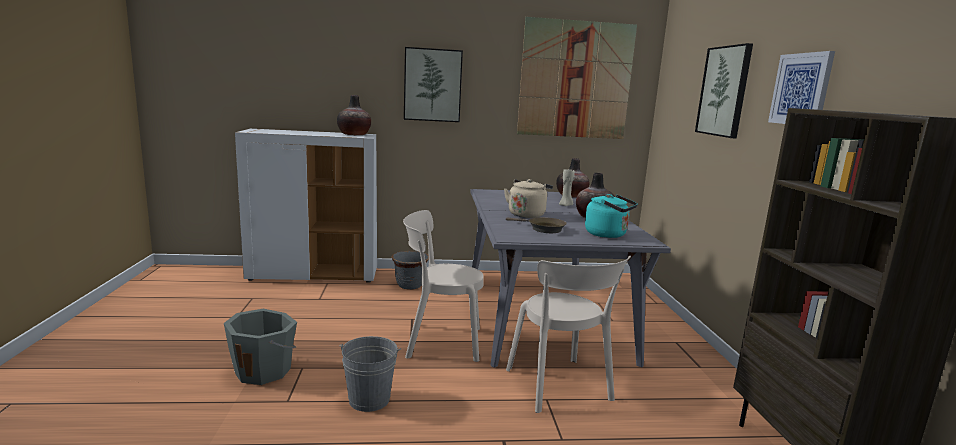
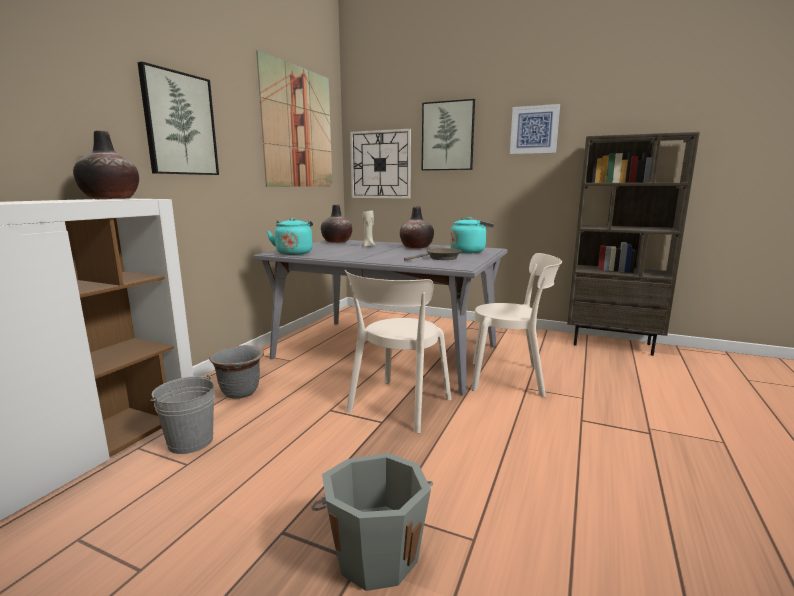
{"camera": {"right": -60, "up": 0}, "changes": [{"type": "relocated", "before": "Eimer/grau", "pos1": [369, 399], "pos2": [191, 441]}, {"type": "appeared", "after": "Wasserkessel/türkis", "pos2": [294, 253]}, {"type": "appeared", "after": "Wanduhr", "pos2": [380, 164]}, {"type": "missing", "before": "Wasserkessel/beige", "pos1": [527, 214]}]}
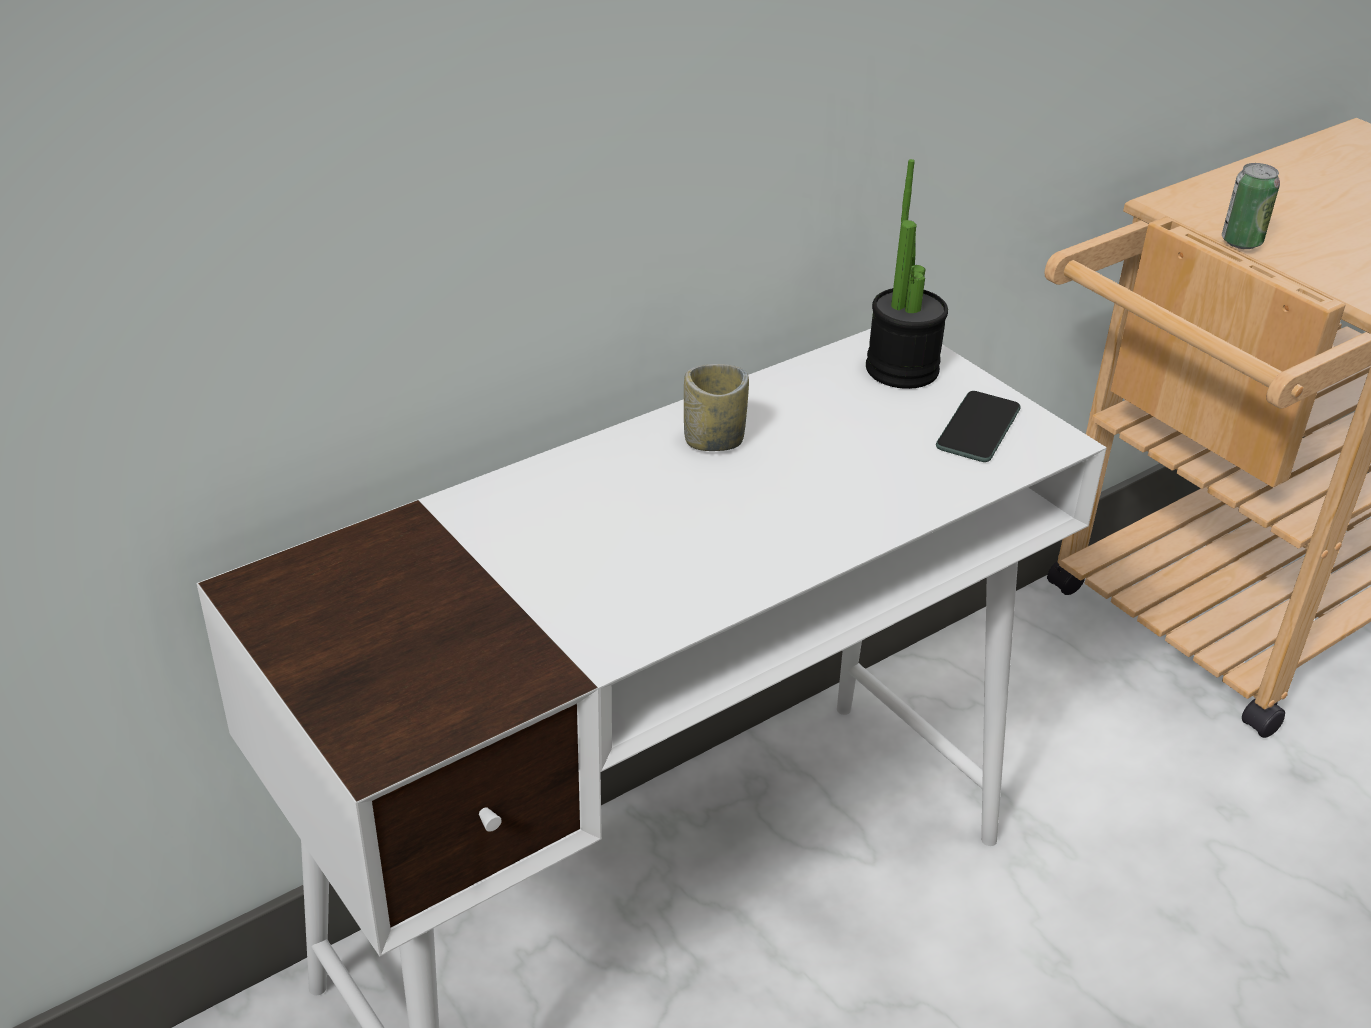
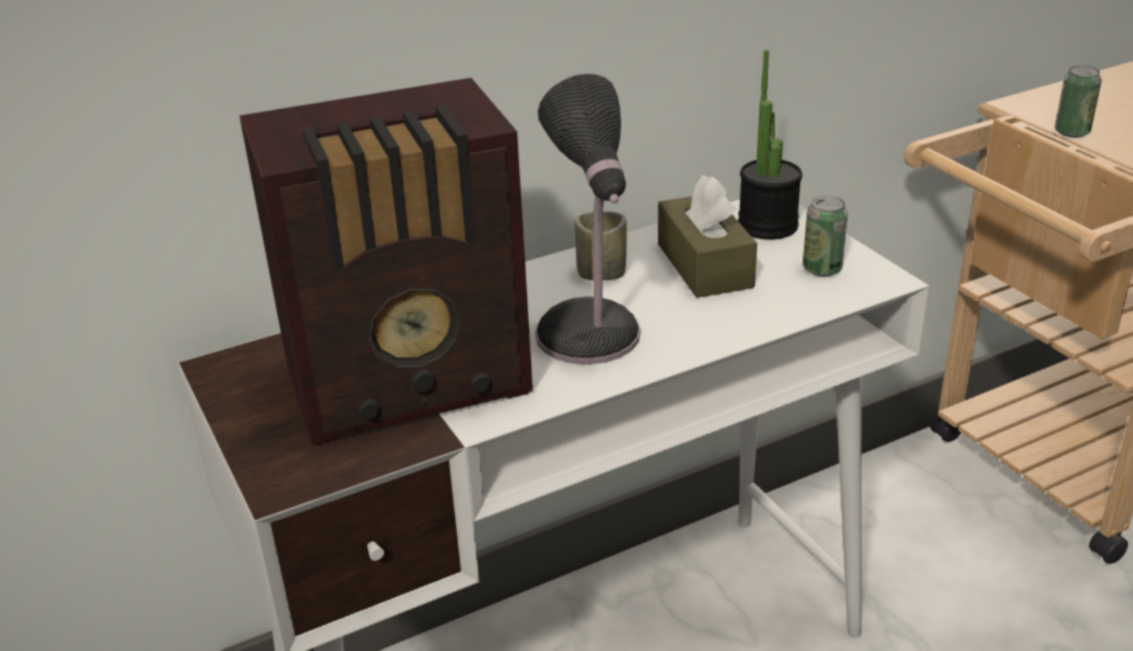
{"camera": {"right": 10, "up": -5}, "changes": [{"type": "appeared", "after": "Radio", "pos2": [414, 383]}, {"type": "appeared", "after": "Tischlampe", "pos2": [589, 339]}, {"type": "appeared", "after": "Taschentuchbox/braun", "pos2": [704, 265]}, {"type": "exchanged", "before": "Handy", "after": "Dose", "pos1": [978, 428], "pos2": [822, 269]}]}
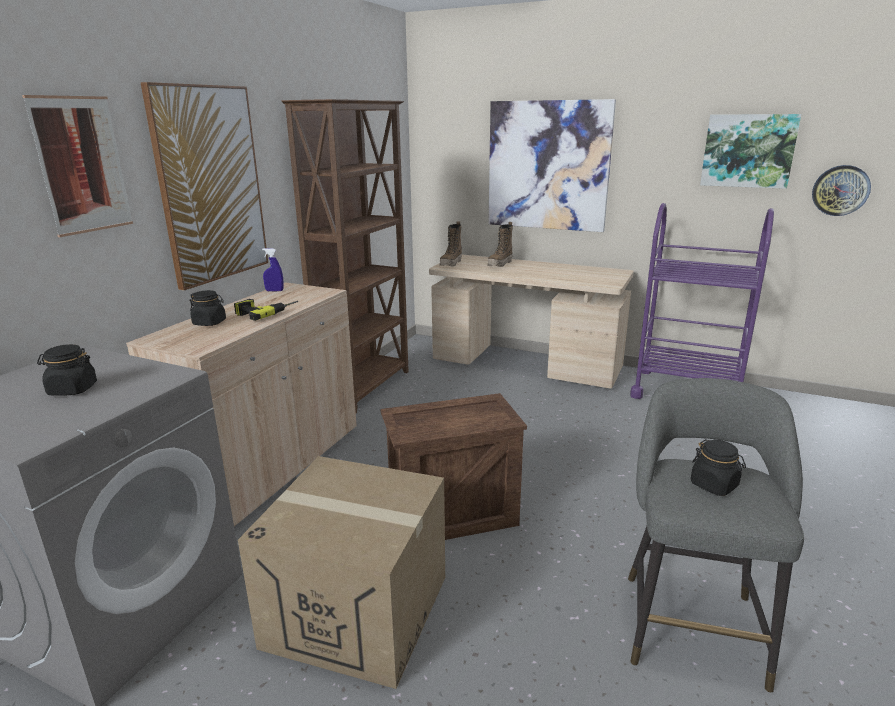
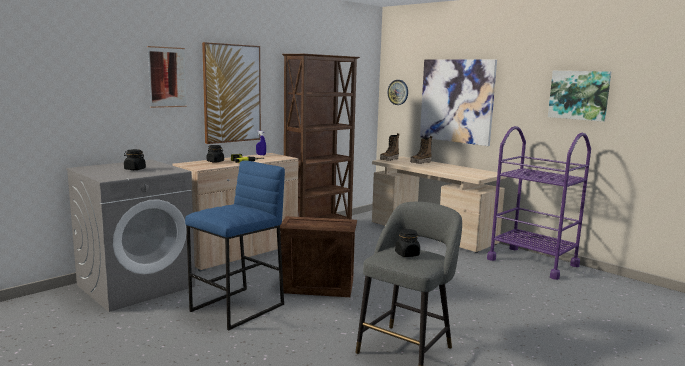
{"camera": {"right": 20, "up": -10}, "changes": [{"type": "exchanged", "before": "Karton", "after": "Hocker/blau", "pos1": [358, 610], "pos2": [238, 308]}, {"type": "relocated", "before": "Wanduhr", "pos1": [840, 190], "pos2": [398, 92]}]}
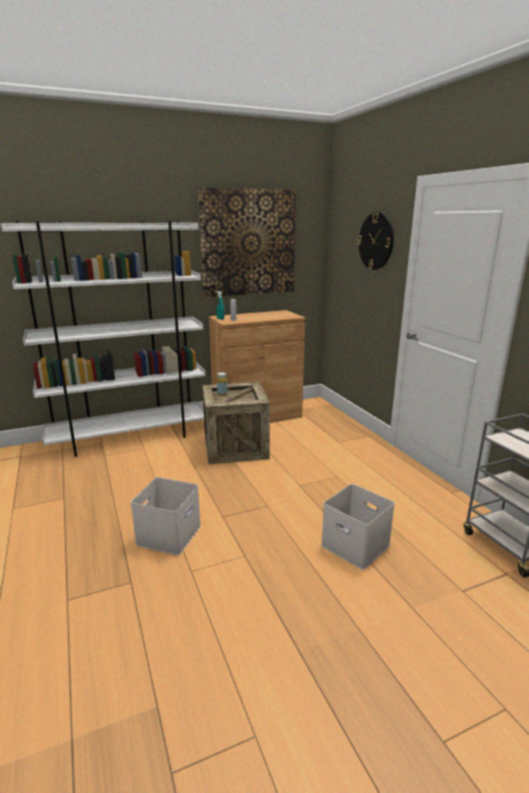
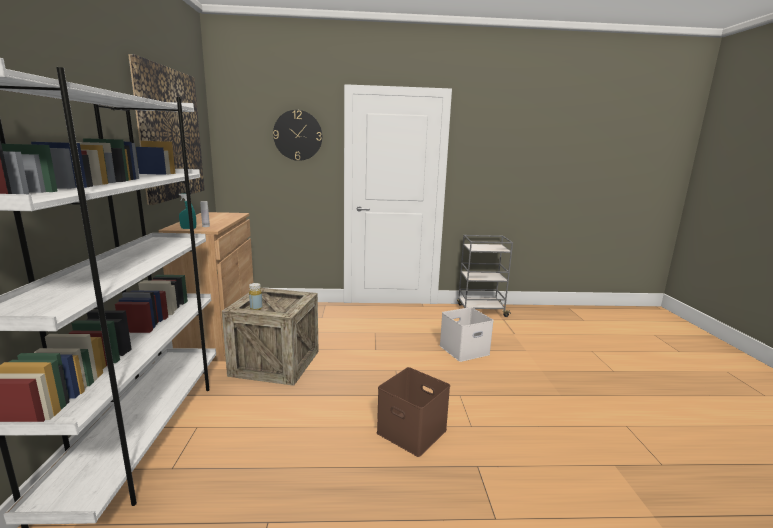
{"camera": {"right": -70, "up": -5}, "changes": [{"type": "colour", "before": "Aufbewahrungsbox/weiß", "after": "Aufbewahrungsbox/braun", "pos1": [168, 534], "pos2": [410, 431]}]}
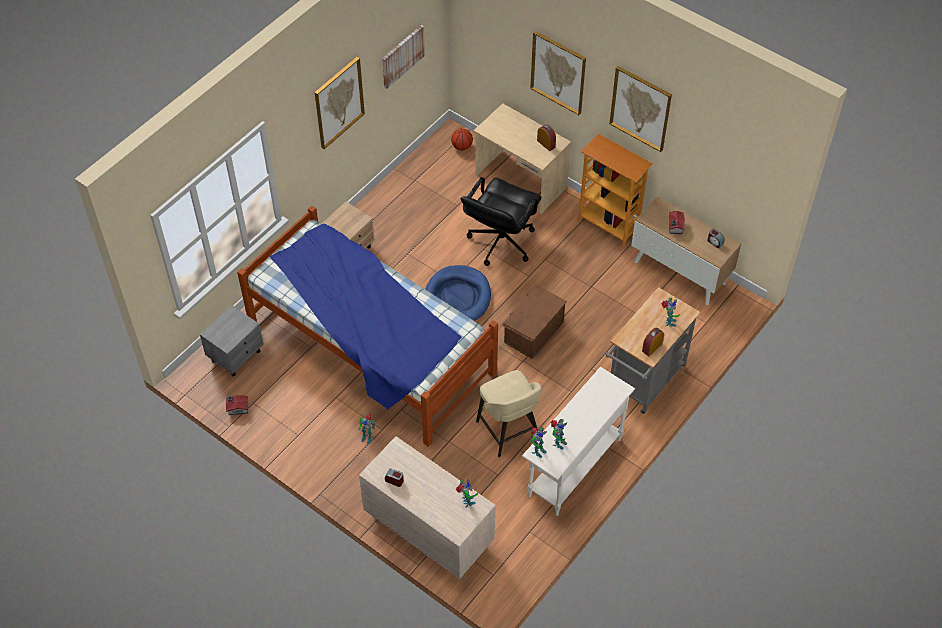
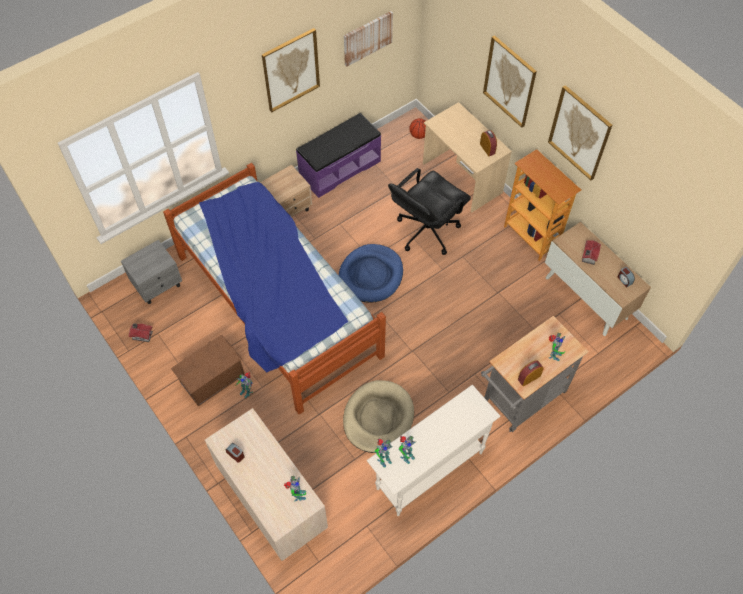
{"camera": {"right": 15, "up": 5}, "changes": [{"type": "relocated", "before": "Aufbewahrungsbox/braun", "pos1": [533, 332], "pos2": [211, 378]}, {"type": "appeared", "after": "Bank/lila", "pos2": [339, 168]}, {"type": "exchanged", "before": "Hocker/beige", "after": "Hundebett/beige", "pos1": [509, 431], "pos2": [378, 418]}]}
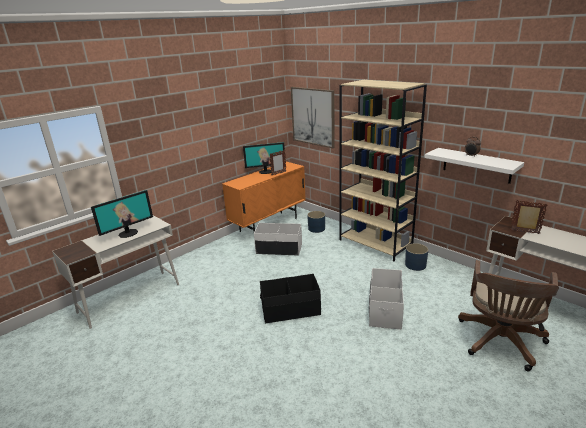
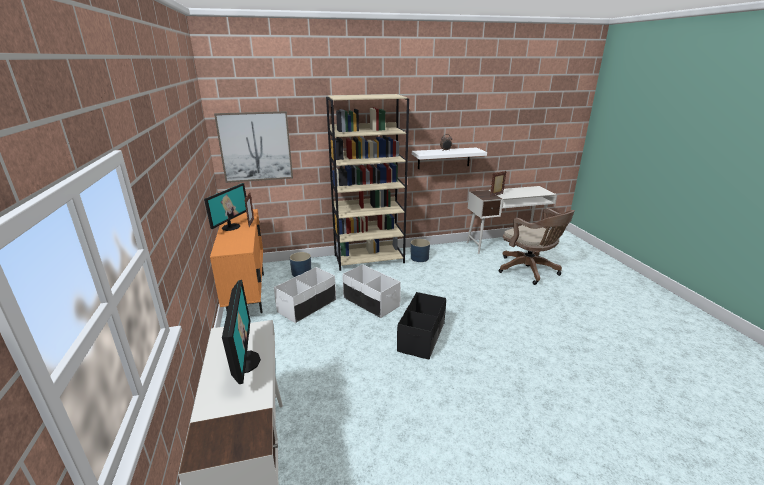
{"camera": {"right": -60, "up": 0}, "changes": [{"type": "relocated", "before": "Aufbewahrungsbox/weiß", "pos1": [385, 309], "pos2": [371, 302]}]}
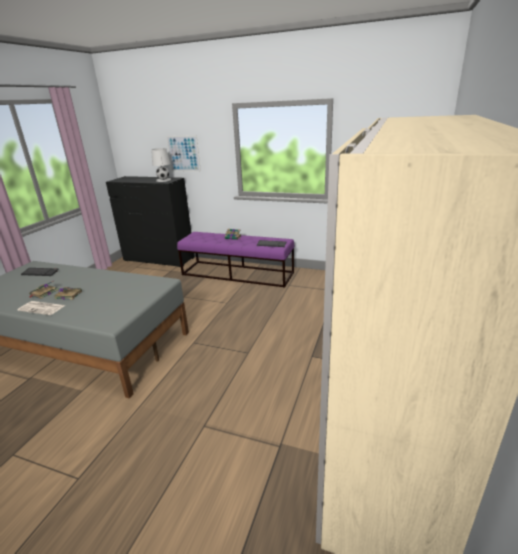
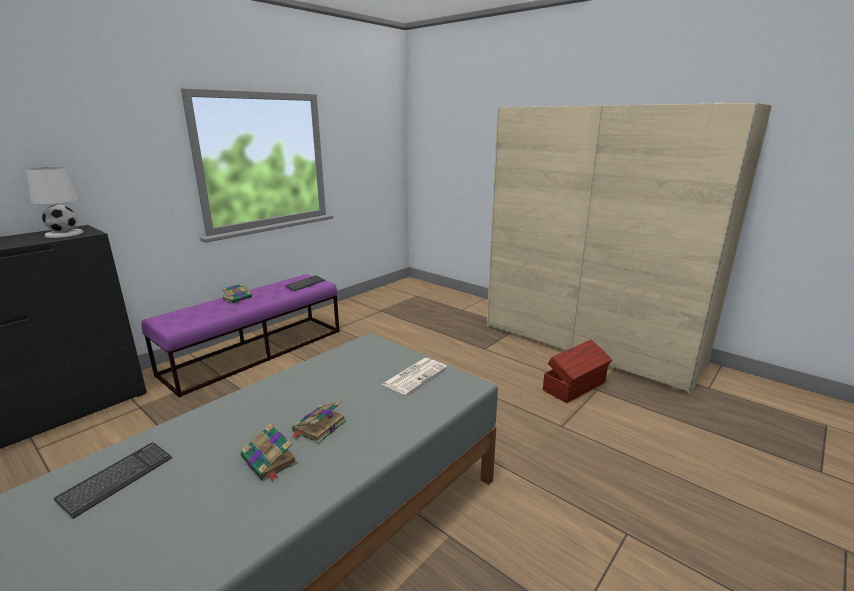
{"camera": {"right": -70, "up": -5}, "changes": [{"type": "relocated", "before": "Zeitung", "pos1": [42, 308], "pos2": [415, 376]}, {"type": "appeared", "after": "Aufbewahrungsbox/braun", "pos2": [575, 386]}, {"type": "missing", "before": "Bild", "pos1": [183, 153]}]}
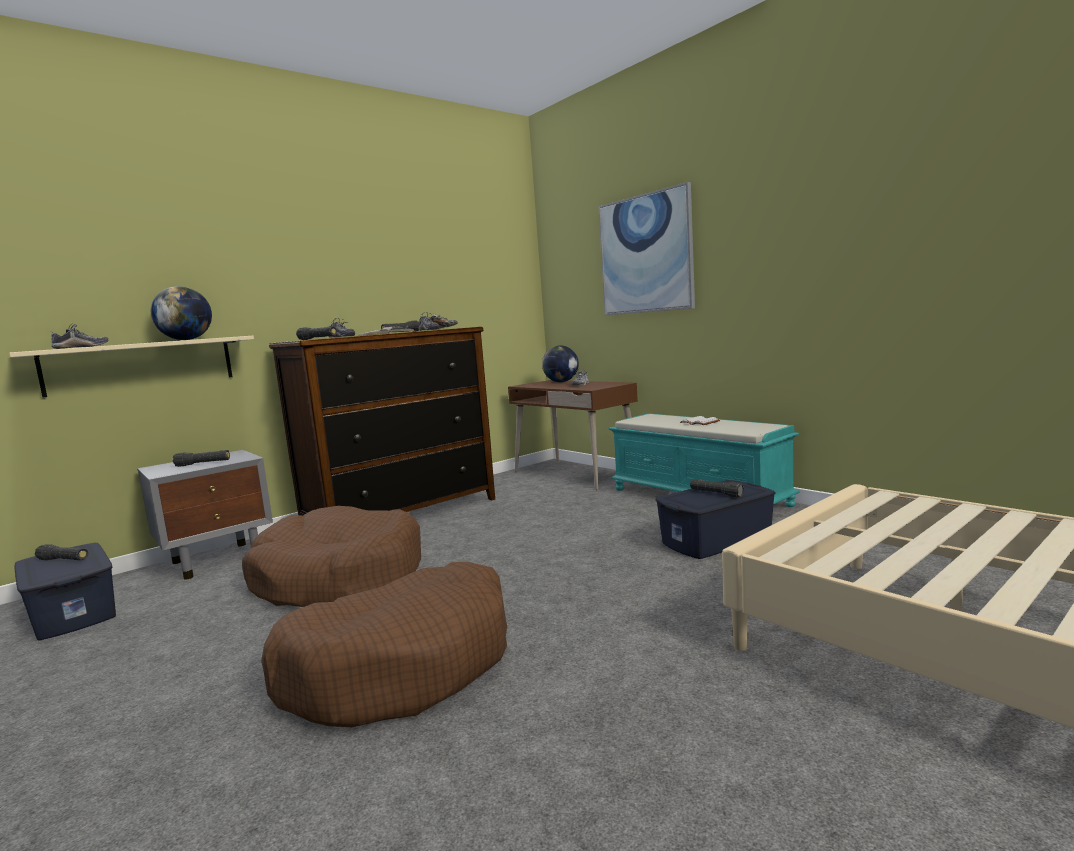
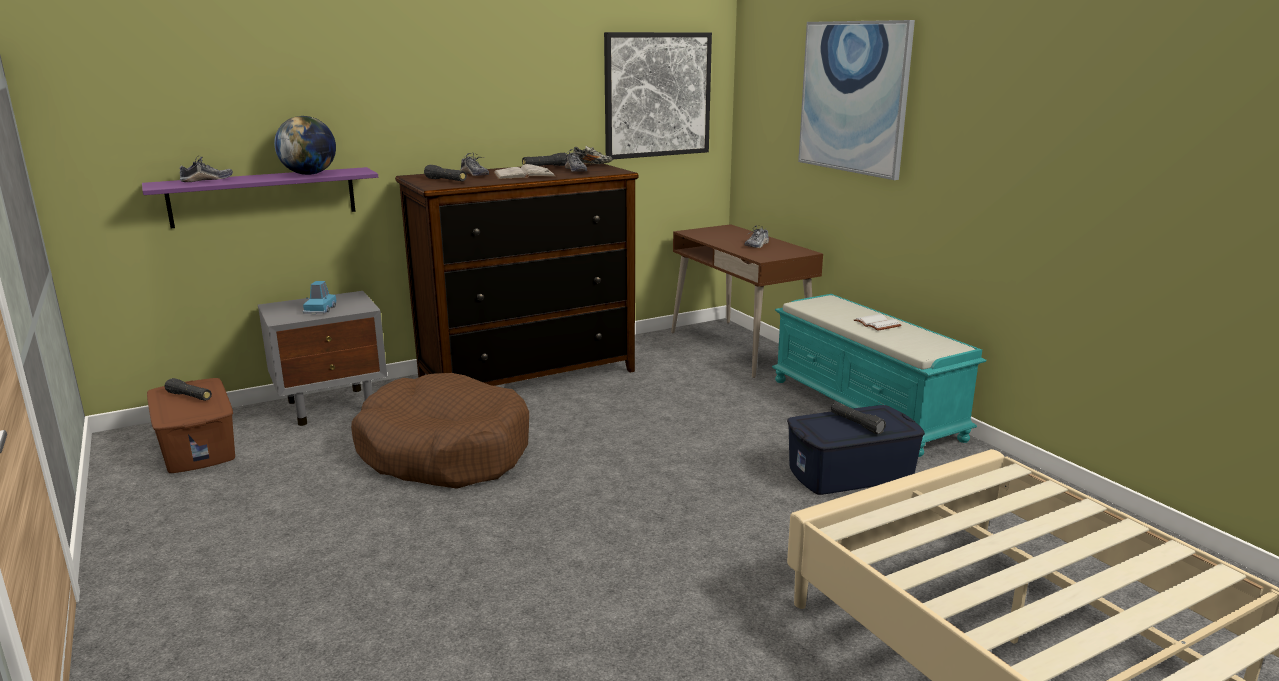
{"camera": {"right": 10, "up": 10}, "changes": [{"type": "colour", "before": "Wandregal/beige", "after": "Wandregal/lila", "pos1": [141, 365], "pos2": [263, 197]}, {"type": "colour", "before": "Aufbewahrungsbox/blau", "after": "Aufbewahrungsbox/braun", "pos1": [73, 612], "pos2": [198, 446]}, {"type": "exchanged", "before": "Taschenlampe/schwarz", "after": "Spielzeugauto/blau", "pos1": [203, 464], "pos2": [320, 310]}, {"type": "appeared", "after": "Bild", "pos2": [657, 95]}, {"type": "missing", "before": "Hundebett/braun", "pos1": [402, 665]}, {"type": "missing", "before": "Globus", "pos1": [561, 382]}]}
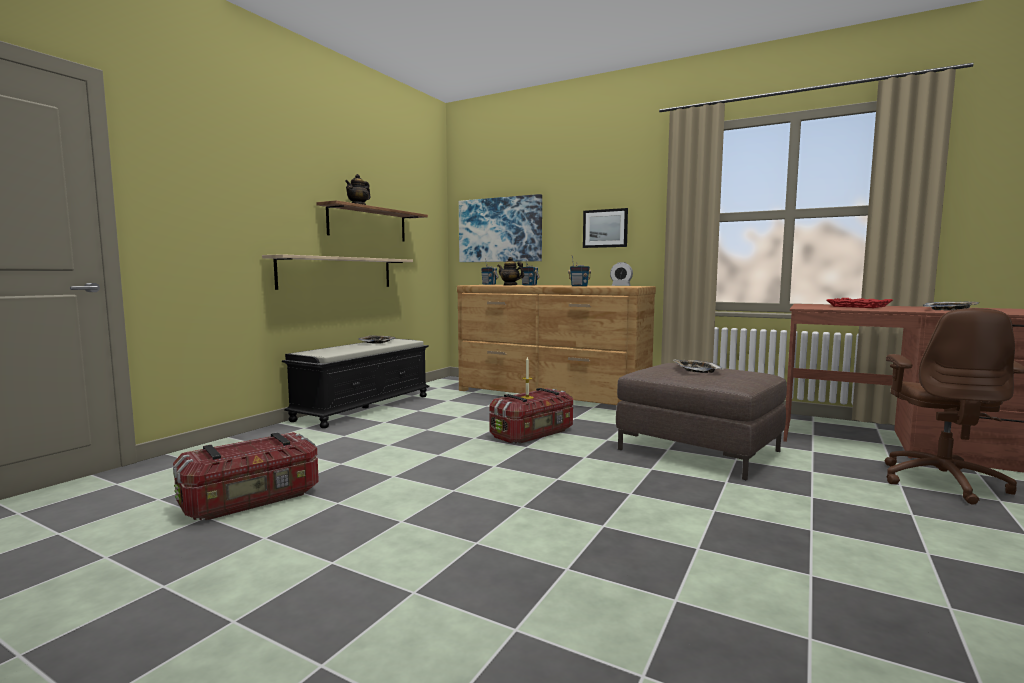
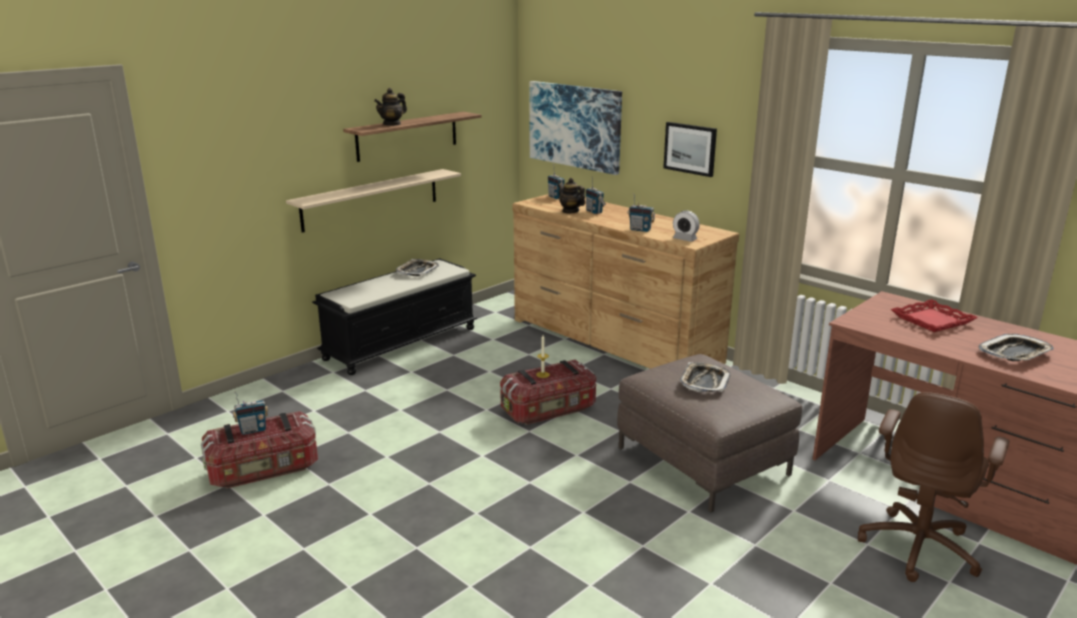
{"camera": {"right": 15, "up": 15}, "changes": [{"type": "appeared", "after": "Radio", "pos2": [253, 430]}]}
